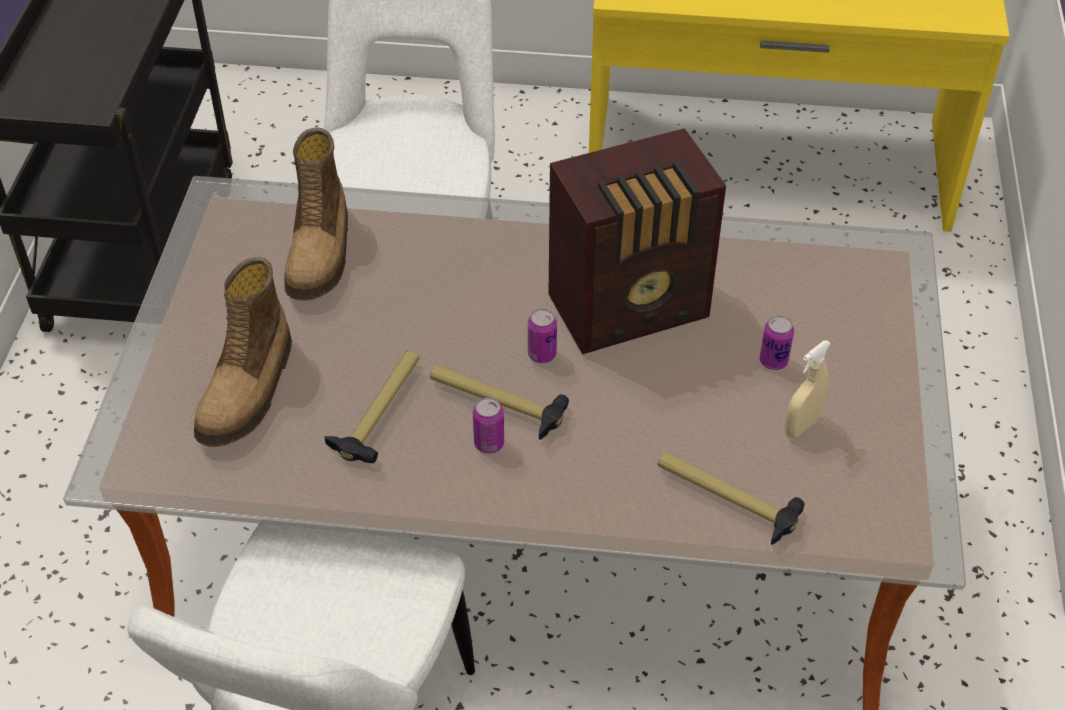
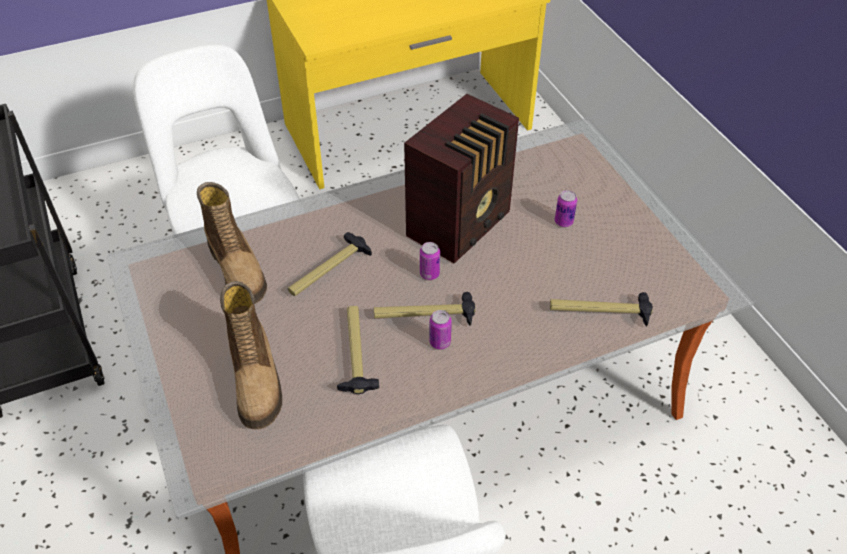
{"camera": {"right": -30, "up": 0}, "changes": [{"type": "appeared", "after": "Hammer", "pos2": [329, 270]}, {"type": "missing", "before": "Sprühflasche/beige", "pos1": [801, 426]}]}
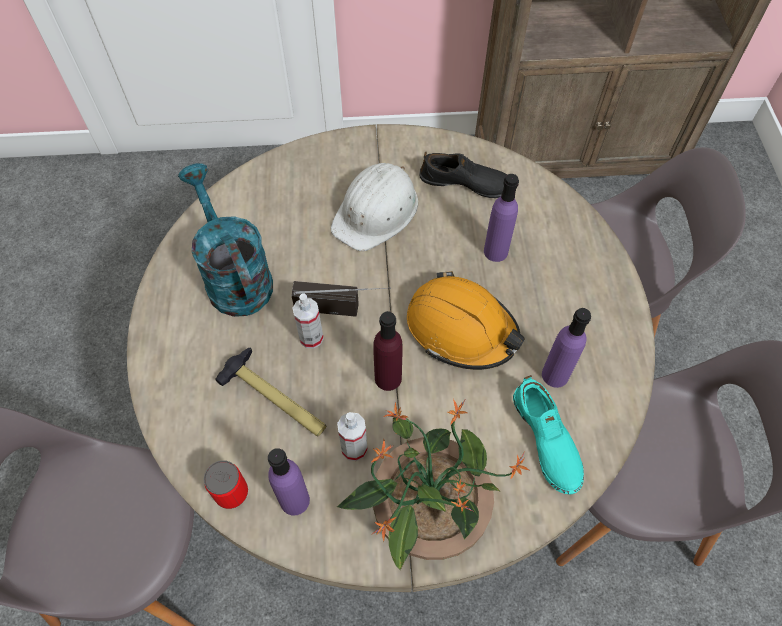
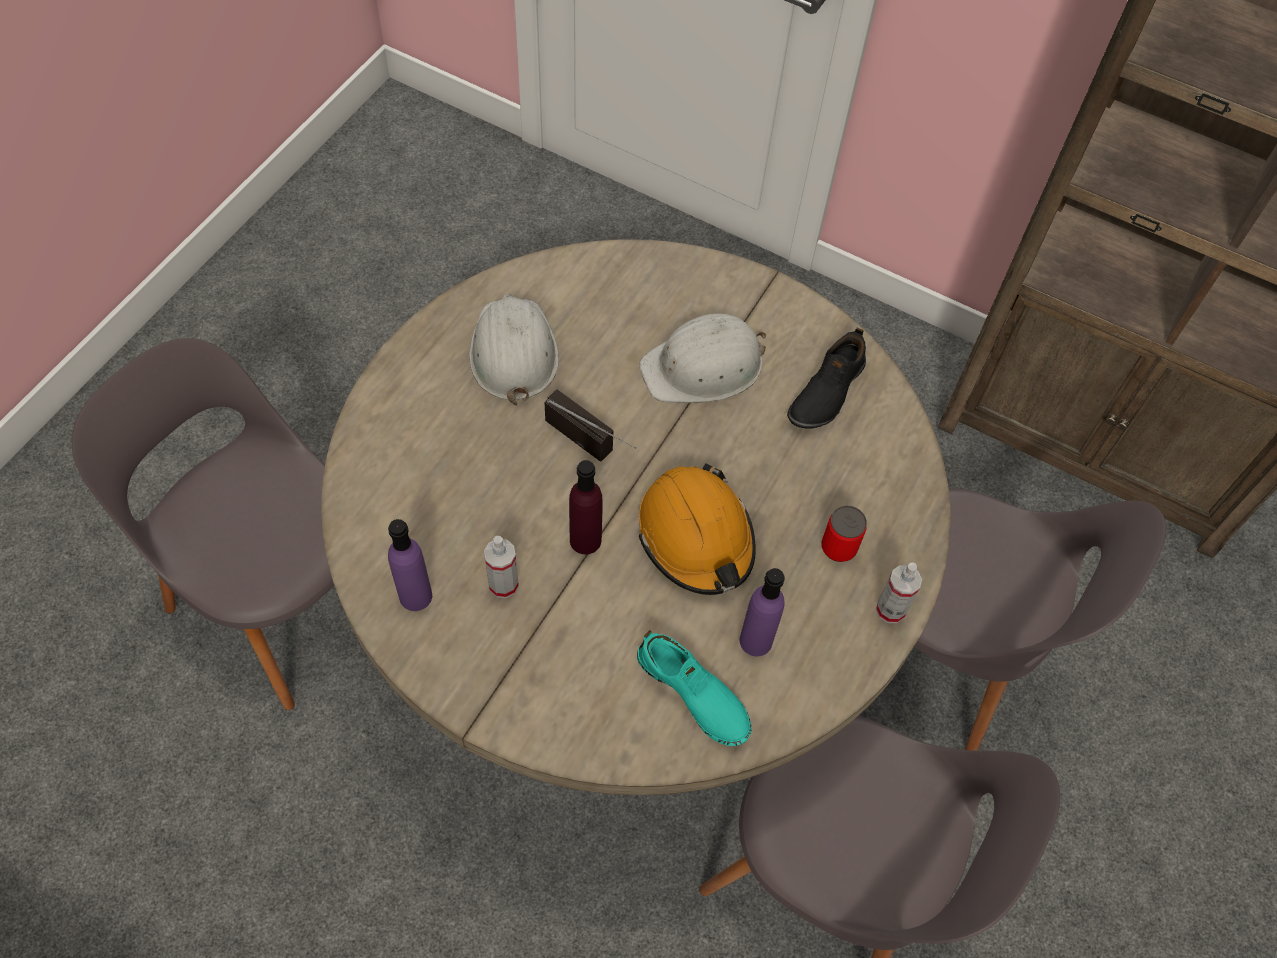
{"camera": {"right": 30, "up": 0}, "changes": [{"type": "exchanged", "before": "Gießkanne/türkis", "after": "Schutzhelm/weiß", "pos1": [234, 276], "pos2": [513, 352]}, {"type": "spun", "before": "Schuh/türkis", "pos1": [545, 440], "pos2": [692, 695], "turn": -60}, {"type": "spun", "before": "Schuh/schwarz", "pos1": [467, 184], "pos2": [825, 391], "turn": 75}, {"type": "relocated", "before": "Dose", "pos1": [231, 492], "pos2": [838, 547]}, {"type": "relocated", "before": "Sprühflasche", "pos1": [311, 338], "pos2": [890, 609]}, {"type": "missing", "before": "Hammer", "pos1": [276, 398]}, {"type": "missing", "before": "Topfpflanze", "pos1": [426, 513]}, {"type": "missing", "before": "Flasche/lila", "pos1": [495, 251]}]}
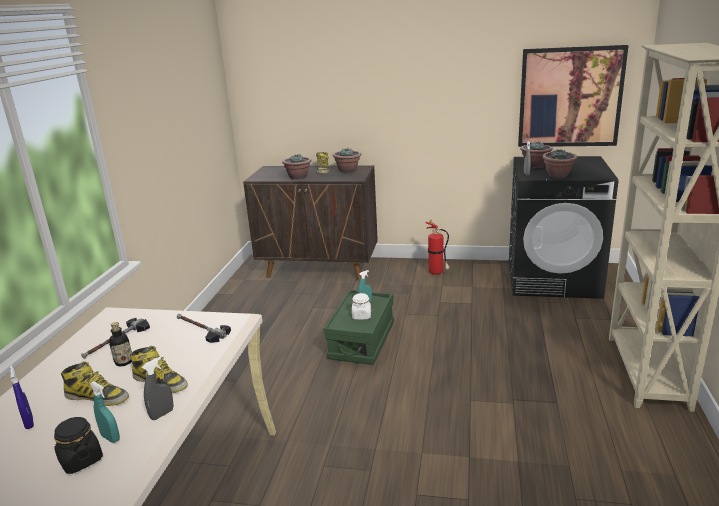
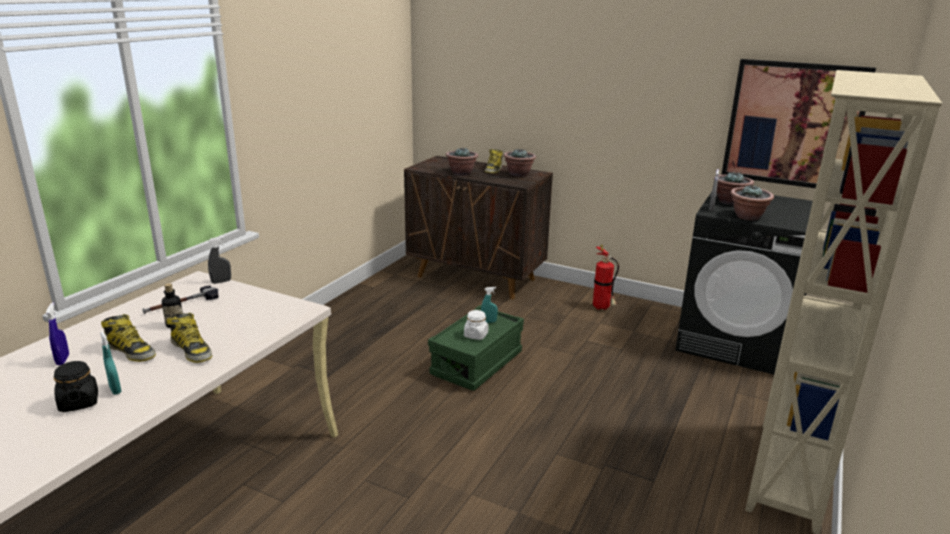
{"camera": {"right": 15, "up": 0}, "changes": [{"type": "relocated", "before": "Sprühflasche/grau", "pos1": [162, 414], "pos2": [221, 282]}, {"type": "missing", "before": "Hammer", "pos1": [200, 329]}]}
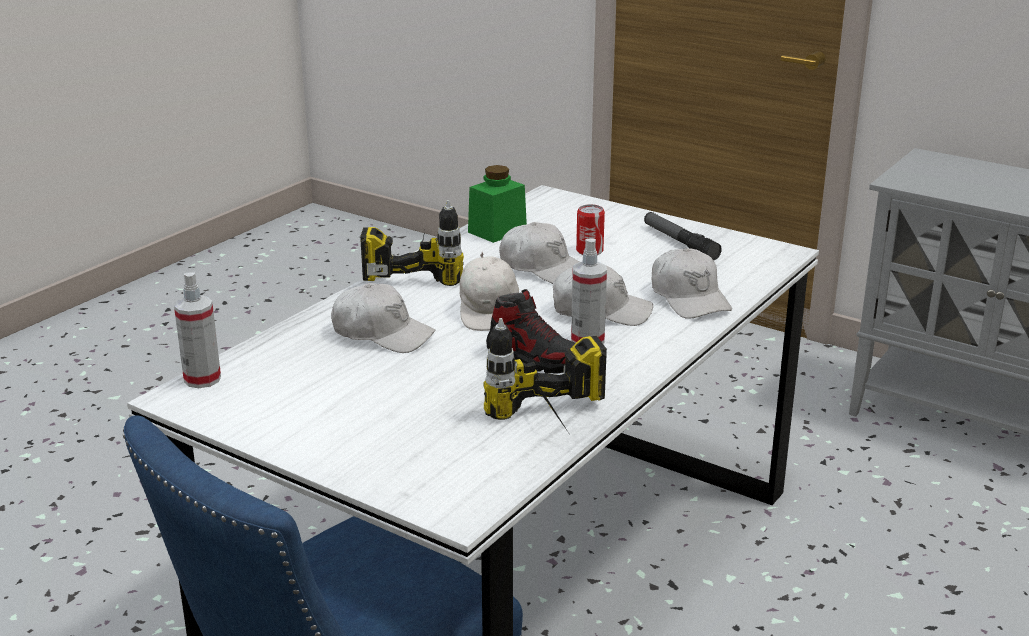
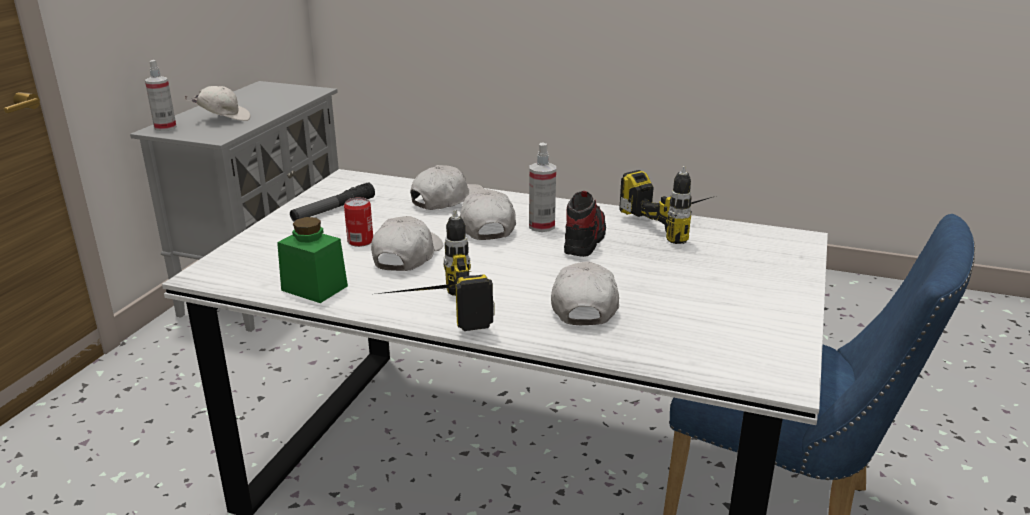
{"camera": {"right": -105, "up": 0}, "changes": [{"type": "relocated", "before": "Sprühflasche", "pos1": [202, 379], "pos2": [165, 127]}, {"type": "relocated", "before": "Kappe/weiß", "pos1": [489, 313], "pos2": [224, 119]}]}
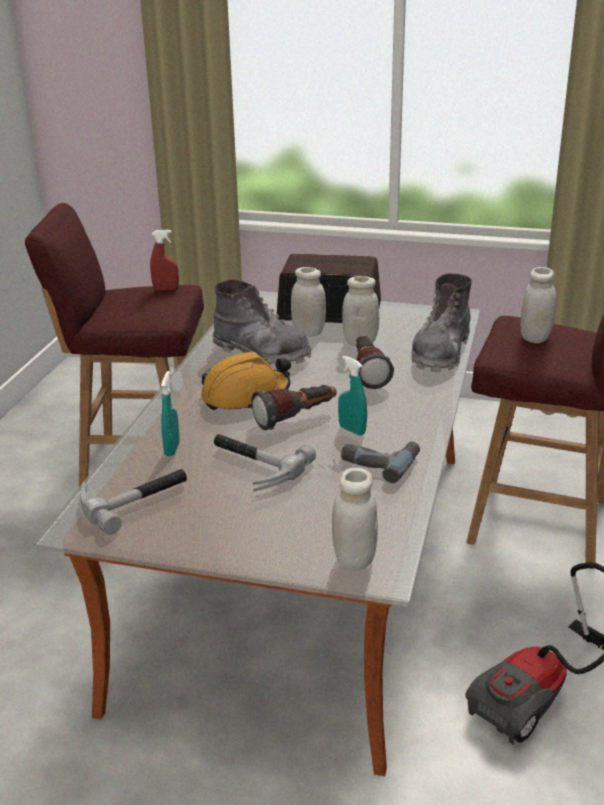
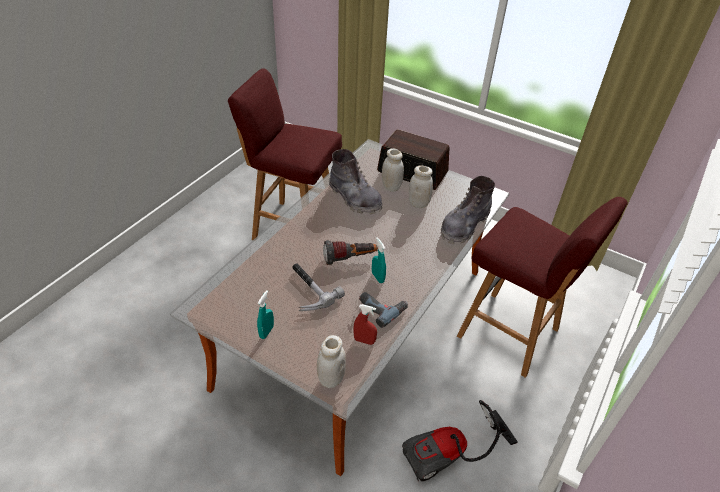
{"camera": {"right": 15, "up": 15}, "changes": [{"type": "relocated", "before": "Sprühflasche/türkis", "pos1": [172, 449], "pos2": [266, 332]}, {"type": "relocated", "before": "Sprühflasche/rot", "pos1": [166, 289], "pos2": [364, 341]}, {"type": "missing", "before": "Hammer", "pos1": [133, 498]}, {"type": "missing", "before": "Schutzhelm/orange", "pos1": [245, 396]}, {"type": "missing", "before": "Taschenlampe", "pos1": [368, 373]}, {"type": "missing", "before": "Vorratsglas/weiß", "pos1": [535, 338]}]}
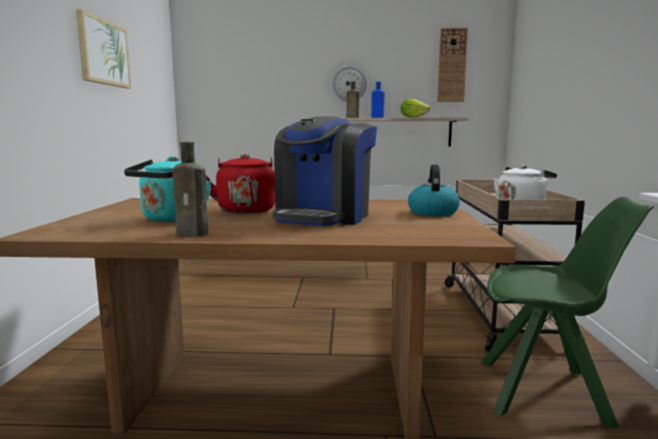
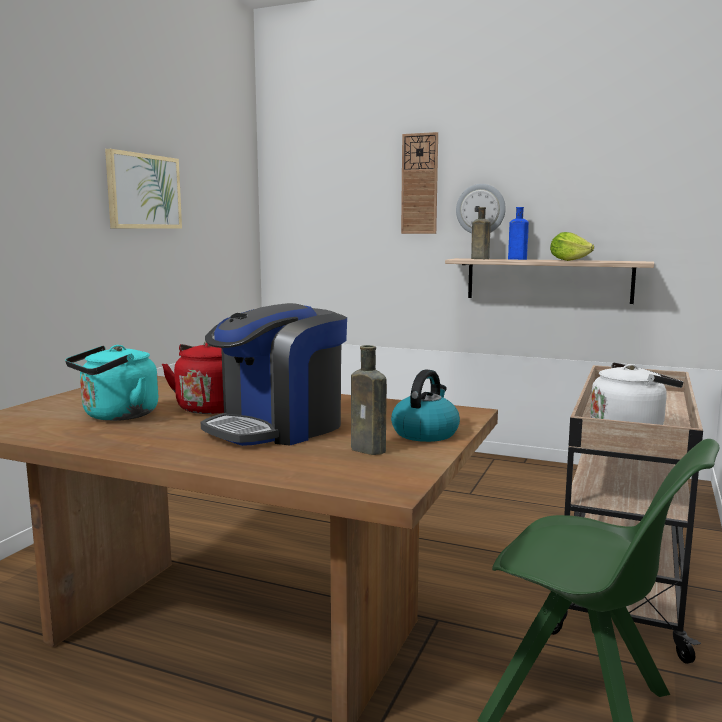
{"camera": {"right": 20, "up": 0}, "changes": [{"type": "relocated", "before": "Flasche/braun", "pos1": [194, 233], "pos2": [370, 450]}, {"type": "relocated", "before": "Wanduhr", "pos1": [452, 65], "pos2": [419, 184]}]}
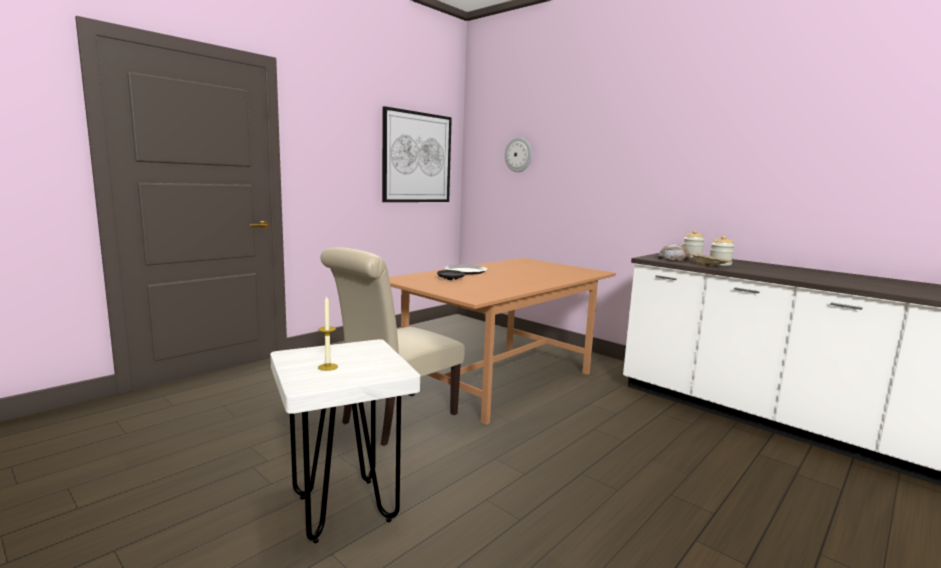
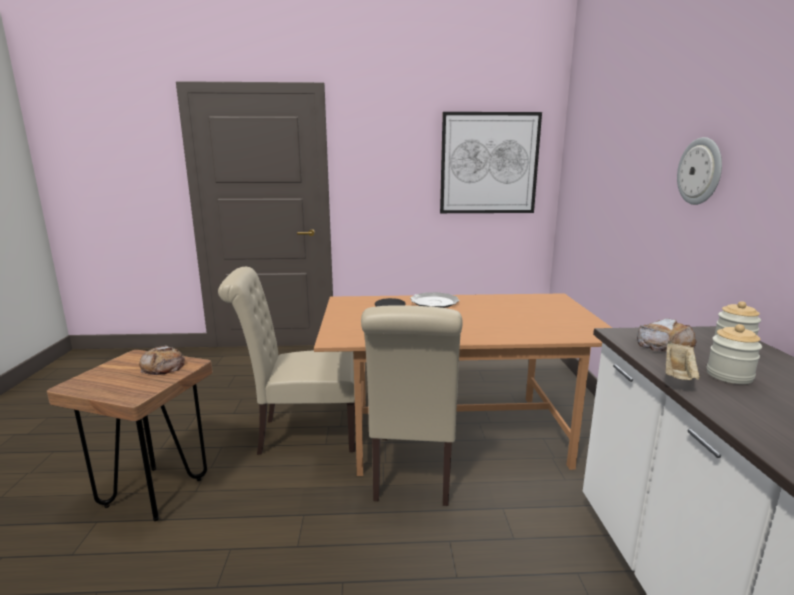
{"camera": {"right": 45, "up": 5}, "changes": [{"type": "colour", "before": "Hocker/weiß", "after": "Hocker/braun", "pos1": [344, 509], "pos2": [155, 492]}, {"type": "appeared", "after": "Brot", "pos2": [163, 366]}, {"type": "appeared", "after": "Stuhl/beige", "pos2": [413, 473]}, {"type": "relocated", "before": "Wanduhr", "pos1": [518, 154], "pos2": [700, 171]}, {"type": "missing", "before": "Kerze", "pos1": [328, 367]}]}
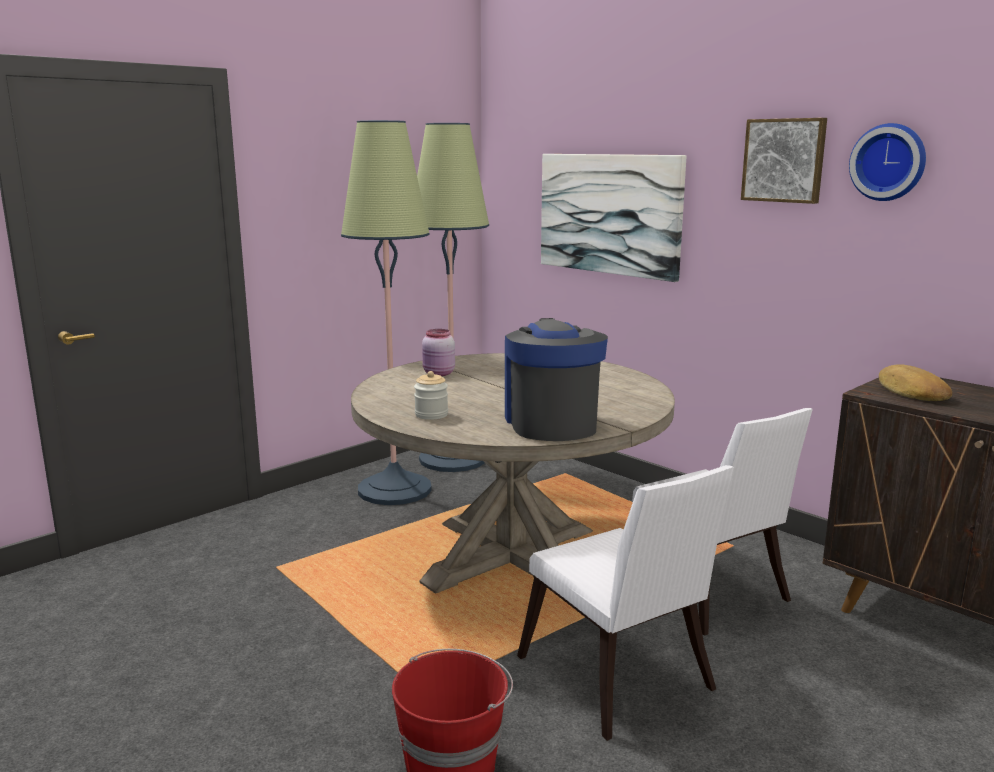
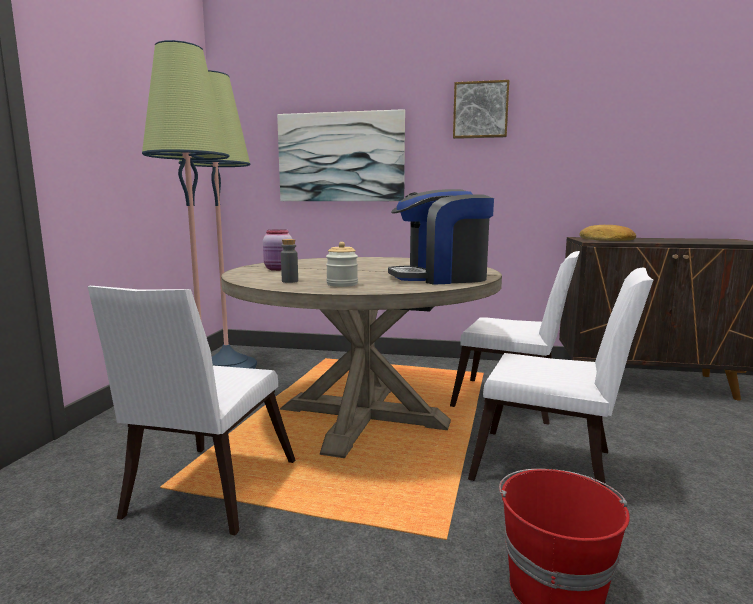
{"camera": {"right": -35, "up": -5}, "changes": [{"type": "appeared", "after": "Stuhl/weiß", "pos2": [206, 493]}, {"type": "appeared", "after": "Flasche/grau", "pos2": [290, 281]}, {"type": "spun", "before": "Kaffeemaschine", "pos1": [551, 422], "pos2": [440, 278], "turn": -60}, {"type": "missing", "before": "Wanduhr", "pos1": [889, 162]}]}
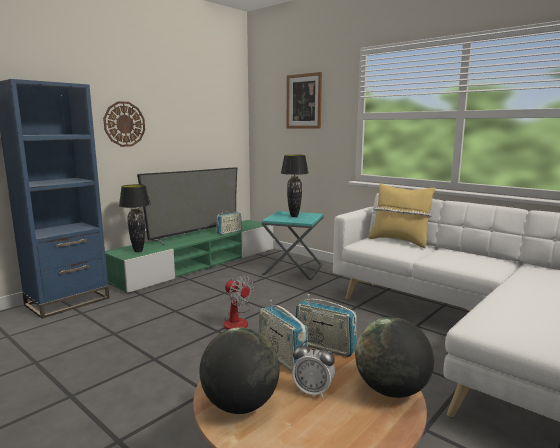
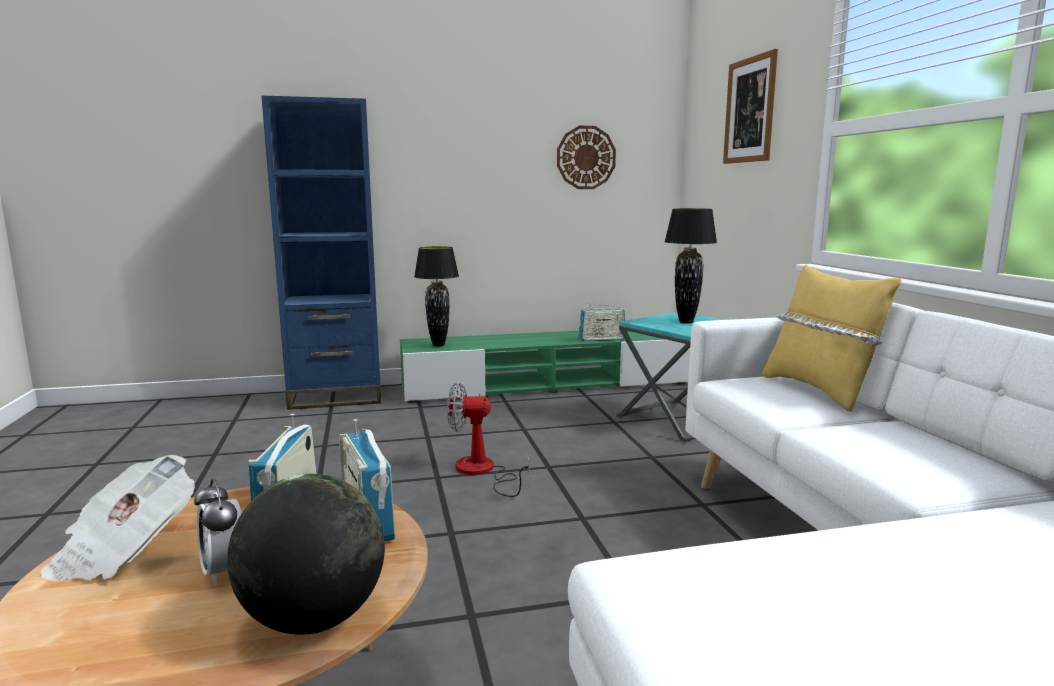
{"camera": {"right": 35, "up": 0}, "changes": [{"type": "exchanged", "before": "Globus", "after": "Zeitung", "pos1": [241, 405], "pos2": [124, 551]}, {"type": "spun", "before": "Ventilator", "pos1": [237, 321], "pos2": [482, 472], "turn": 105}, {"type": "relocated", "before": "Wanduhr", "pos1": [124, 124], "pos2": [586, 157]}, {"type": "missing", "before": "Fernseher", "pos1": [195, 234]}]}
